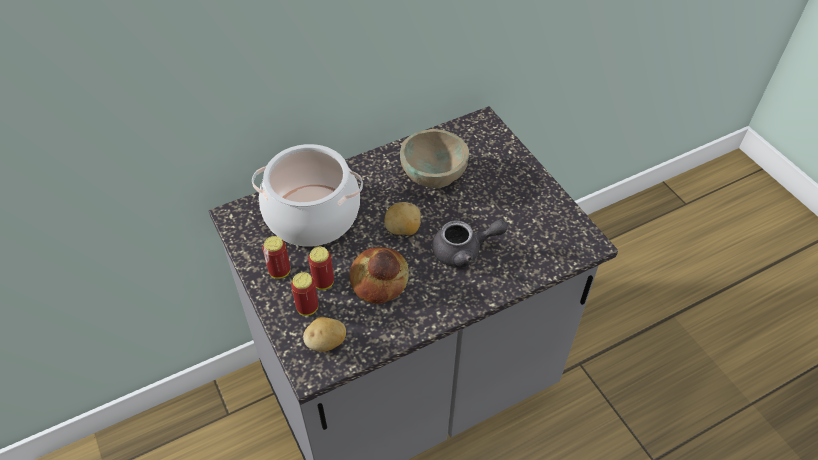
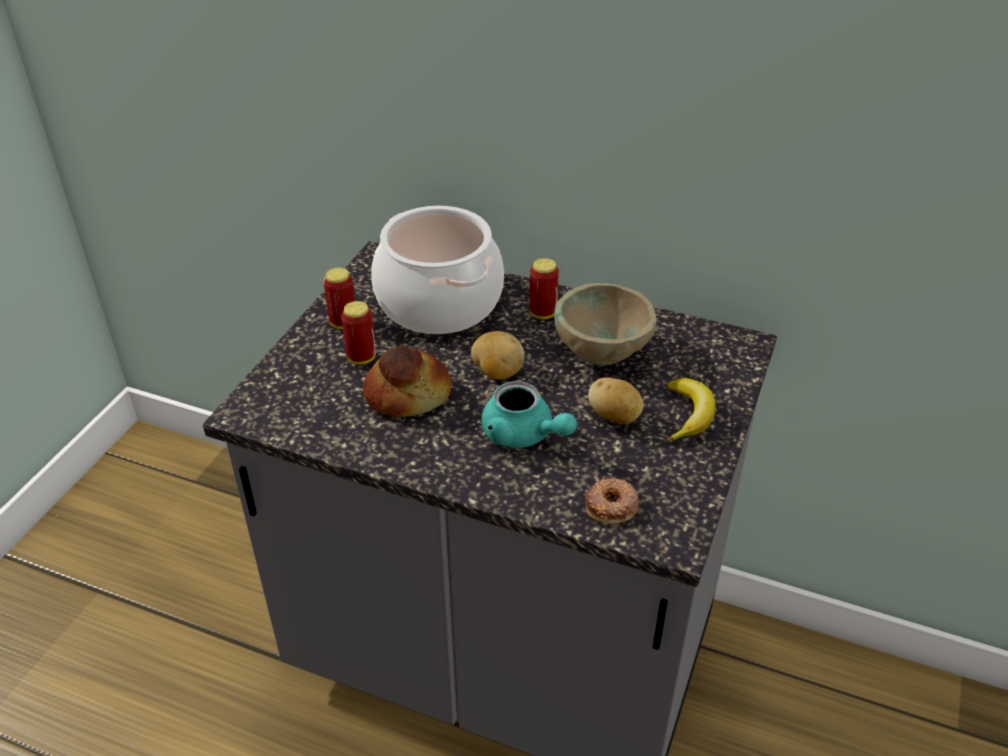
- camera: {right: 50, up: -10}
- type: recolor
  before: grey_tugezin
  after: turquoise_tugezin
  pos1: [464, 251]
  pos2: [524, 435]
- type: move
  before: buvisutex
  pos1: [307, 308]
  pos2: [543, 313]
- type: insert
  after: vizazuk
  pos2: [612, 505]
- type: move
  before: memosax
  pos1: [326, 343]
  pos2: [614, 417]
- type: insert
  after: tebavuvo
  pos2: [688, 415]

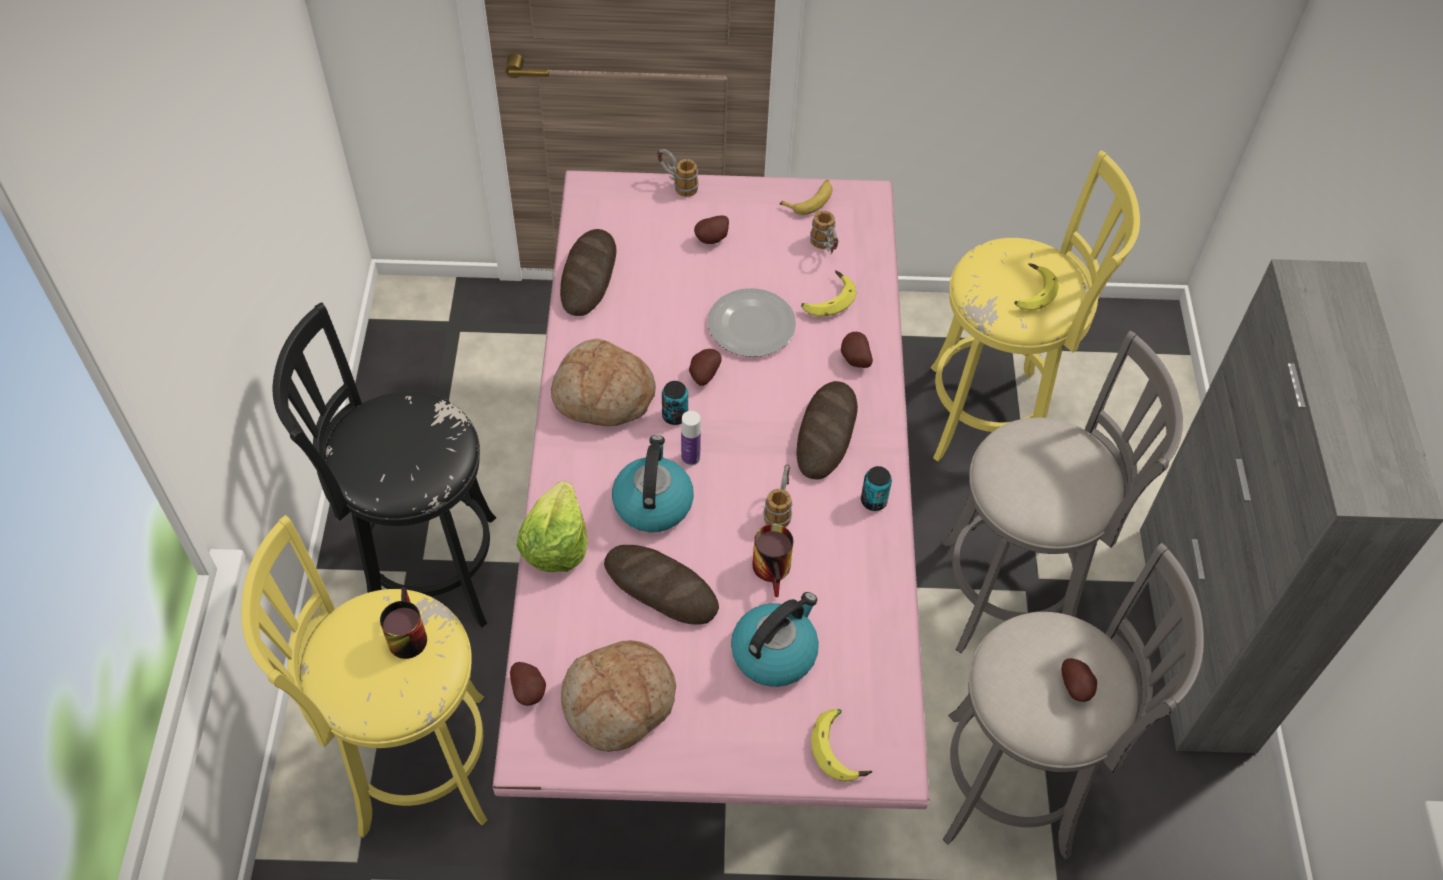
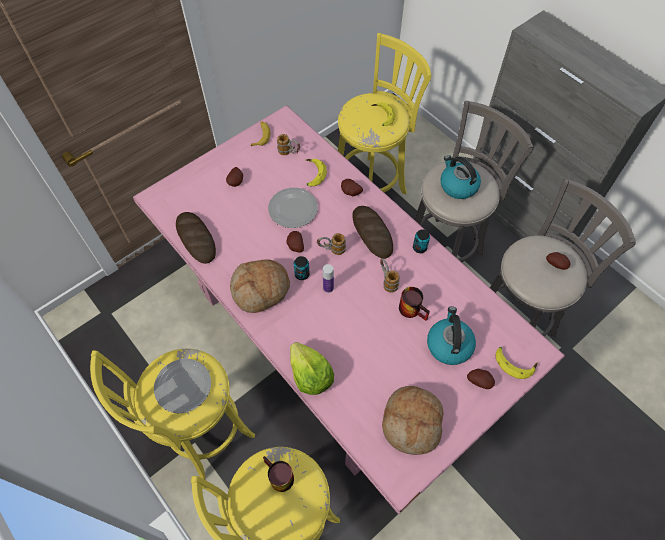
- camera: {right: -40, up: 5}
- type: recolor
  before: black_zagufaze
  after: yellow_zagufaze
  pos1: [424, 569]
  pos2: [202, 434]
- type: insert
  after: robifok
  pos2: [183, 385]
- type: move
  before: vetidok
  pos1: [677, 184]
  pos2: [331, 250]
- type: move
  before: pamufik
  pos1: [652, 502]
  pos2: [457, 186]
- type: move
  before: memosax
  pos1: [530, 690]
  pos2: [479, 381]
- type: delete
  before: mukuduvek
  pos1: [660, 588]

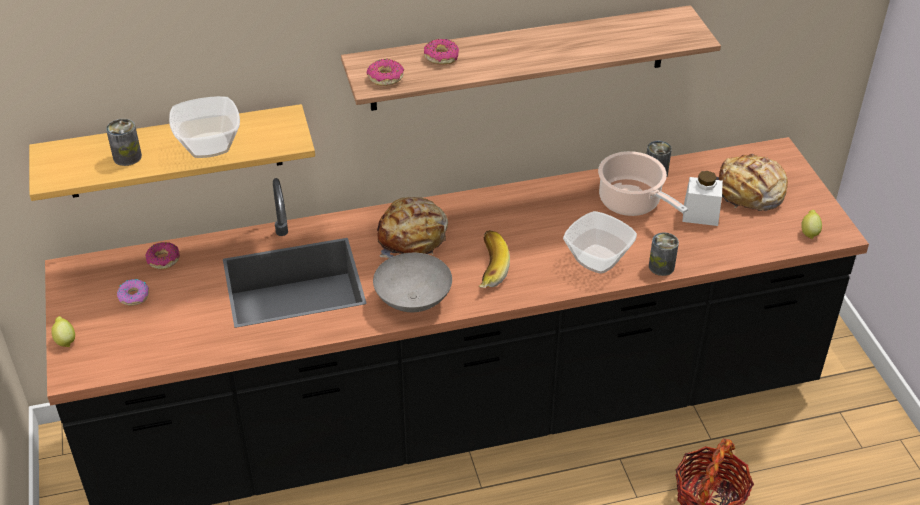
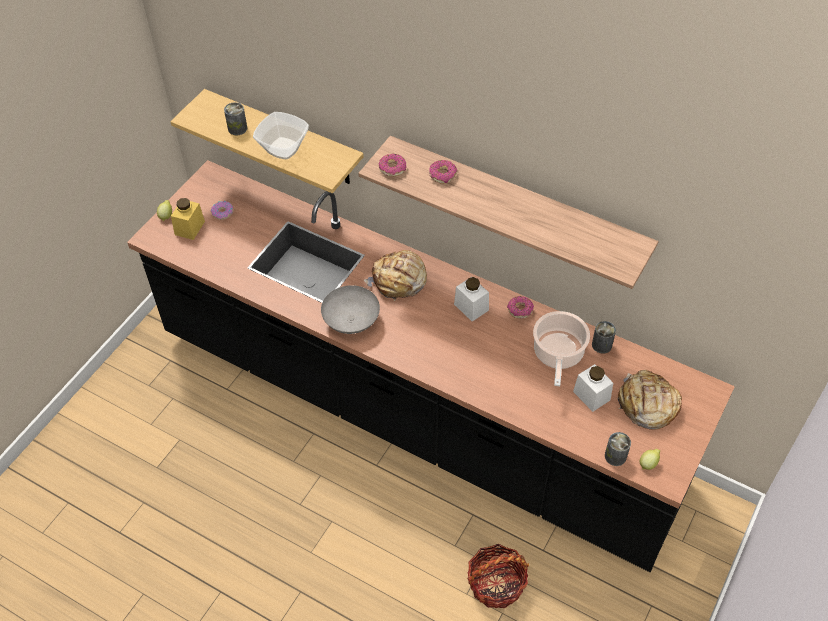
- camera: {right: 45, up: 10}
- type: insert
  after: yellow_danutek
  pos2: [189, 228]
- type: insert
  after: white_danutek
  pos2: [471, 307]
- type: move
  before: vizazuk
  pos1: [163, 260]
  pos2: [520, 310]
- type: move
  before: buvisutex
  pos1: [661, 266]
  pos2: [615, 456]
- type: delete
  before: tebavuvo
  pos1: [486, 268]
- type: delete
  before: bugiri
  pos1: [596, 259]

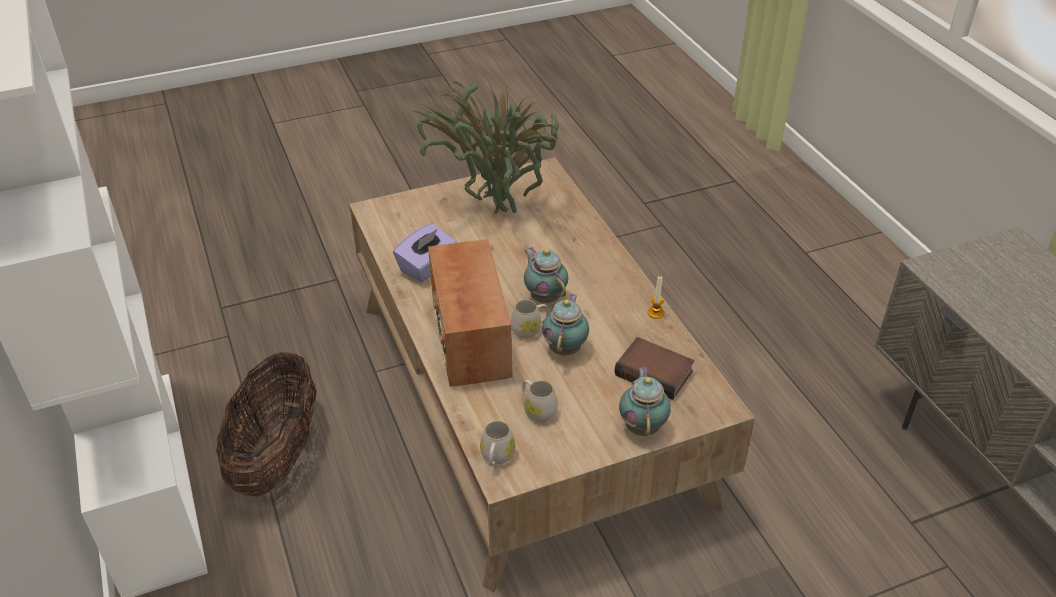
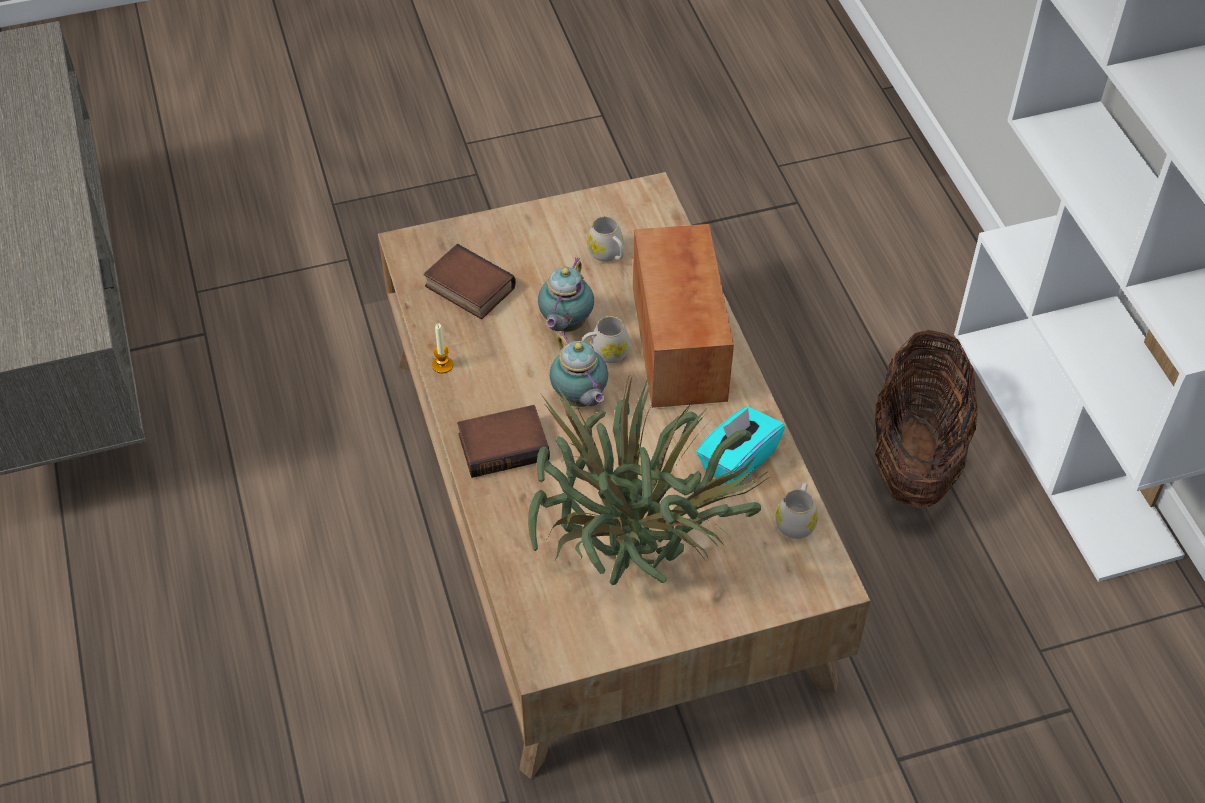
- camera: {right: -175, up: 10}
- type: insert
  after: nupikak
  pos2: [504, 445]
- type: recolor
  before: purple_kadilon
  after: turquoise_kadilon
  pos1: [427, 266]
  pos2: [737, 460]
- type: move
  before: white_vetidok
  pos1: [496, 457]
  pos2: [796, 521]
- type: delete
  before: tugezin
  pos1: [642, 426]

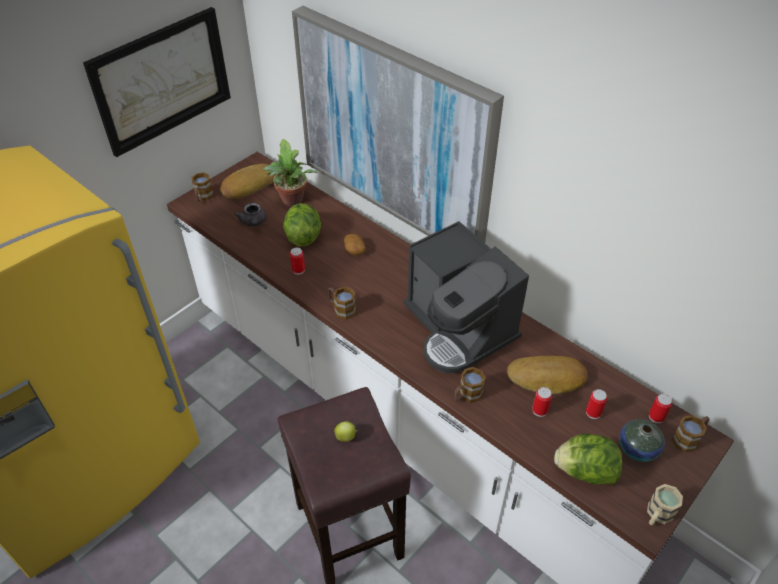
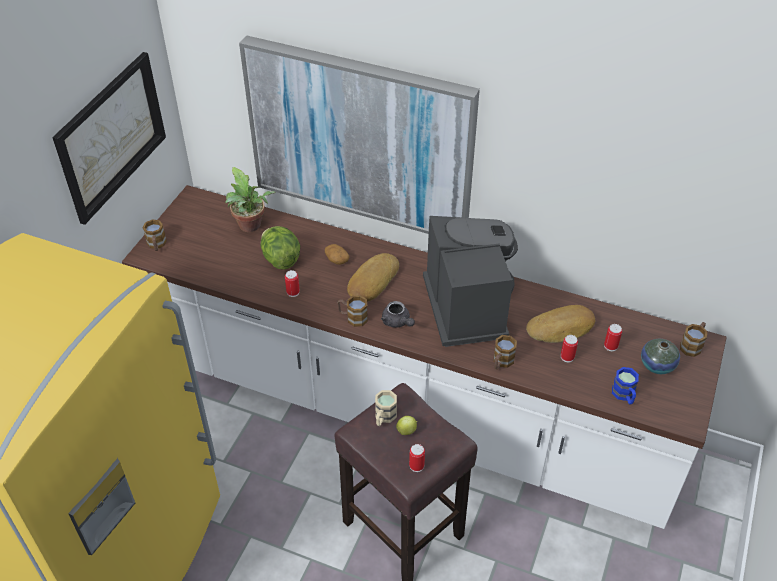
- camera: {right: -20, up: 0}
- type: move
  before: mukuduvek
  pos1: [249, 185]
  pos2: [372, 281]
- type: move
  before: beige_vetidok
  pos1: [657, 515]
  pos2: [384, 417]
- type: move
  before: grey_tugezin
  pos1: [254, 222]
  pos2: [397, 322]
- type: move
  before: buvisutex
  pos1: [656, 417]
  pos2: [416, 466]
- type: rotate
  before: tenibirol
  pos1: [459, 329]
  pos2: [467, 306]
  turn: -135
- type: replace
  before: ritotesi
  after: blue_vetidok
  pos1: [585, 471]
  pos2: [624, 395]

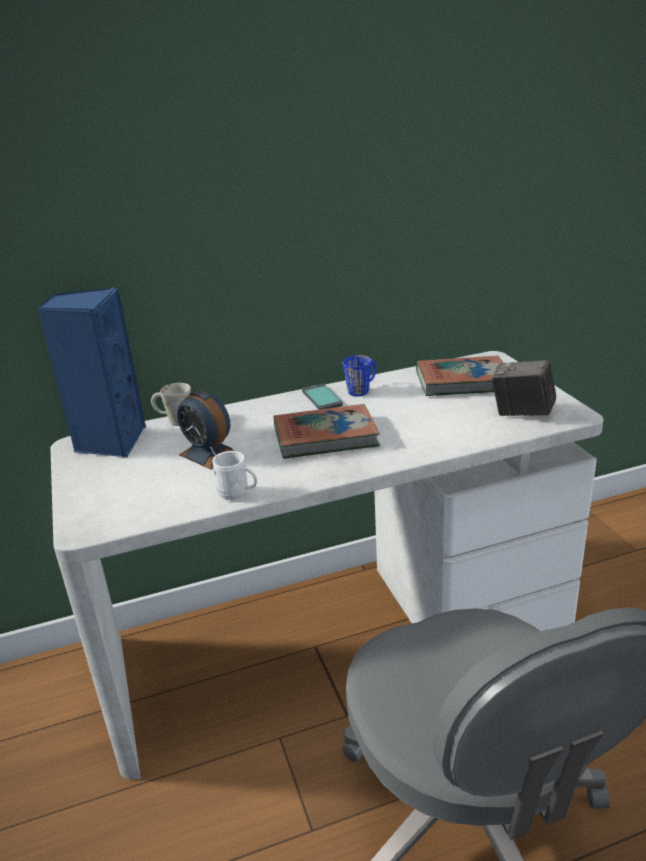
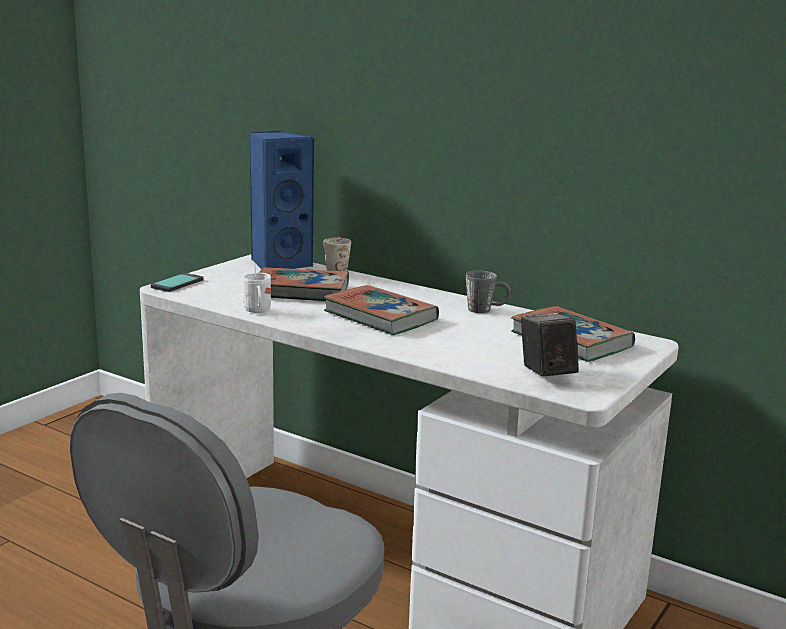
- camera: {right: 50, up: -10}
- type: move
  before: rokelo
  pos1: [321, 398]
  pos2: [177, 283]
- type: replace
  before: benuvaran
  after: nupikak
  pos1: [209, 454]
  pos2: [301, 291]
- type: recolor
  before: blue_vetidok
  after: grey_vetidok
  pos1: [362, 389]
  pos2: [486, 310]

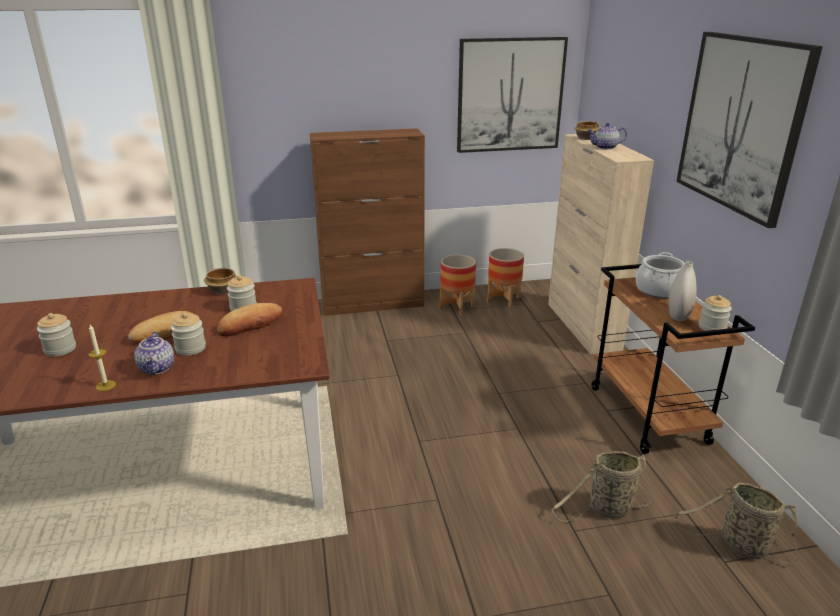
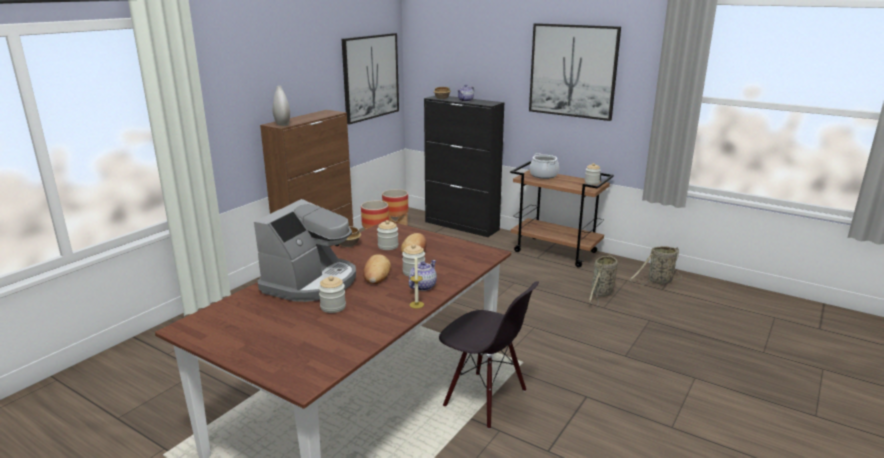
- camera: {right: -45, up: -5}
- type: insert
  after: tenibirol
  pos2: [311, 282]
- type: move
  before: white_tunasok
  pos1: [678, 315]
  pos2: [282, 124]
- type: rotate
  before: tugezin
  pos1: [158, 368]
  pos2: [422, 286]
  turn: -90
- type: recolor
  before: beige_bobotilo
  after: black_bobotilo
  pos1: [583, 326]
  pos2: [462, 226]
- type: insert
  after: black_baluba
  pos2: [484, 399]

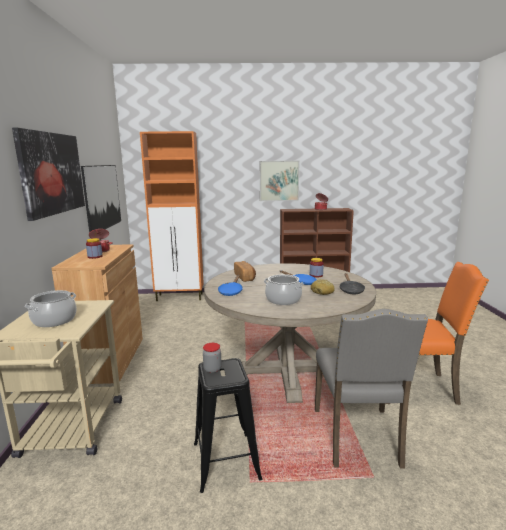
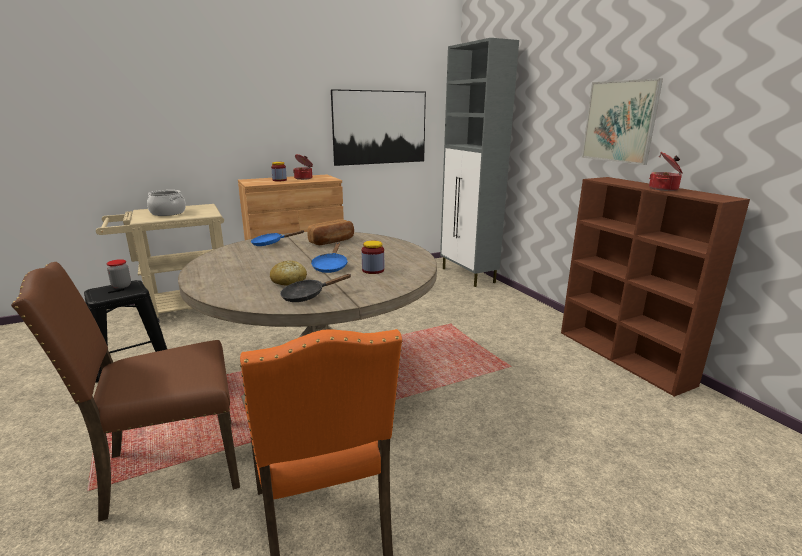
- camera: {right: 65, up: 5}
- type: recolor
  before: grey_baluba
  after: brown_baluba
  pos1: [358, 437]
  pos2: [169, 468]
- type: recolor
  before: orange_bobotilo
  after: grey_bobotilo
  pos1: [180, 297]
  pos2: [468, 275]
- type: delete
  before: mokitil
  pos1: [52, 173]
- type: delete
  before: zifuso
  pos1: [283, 300]

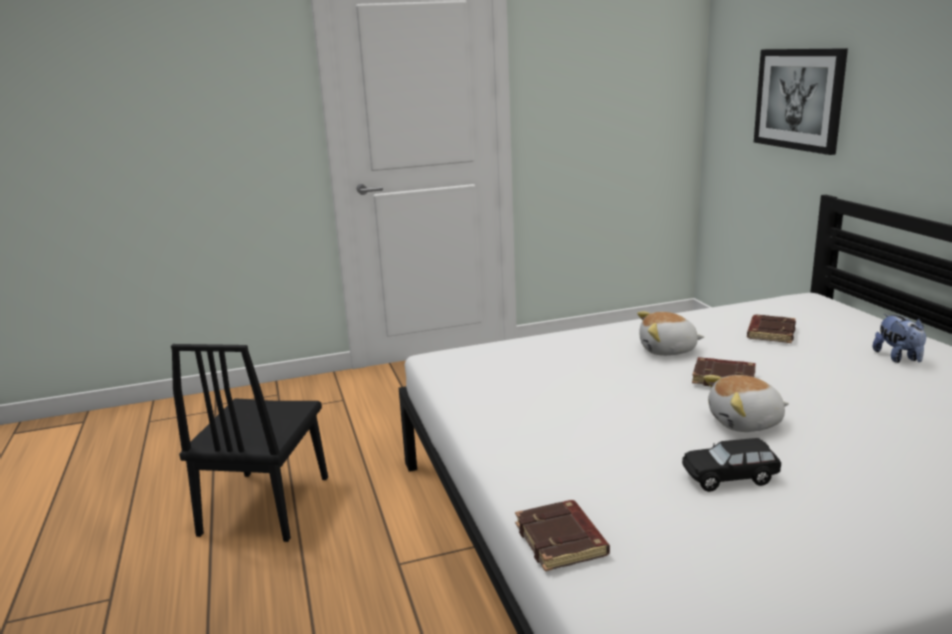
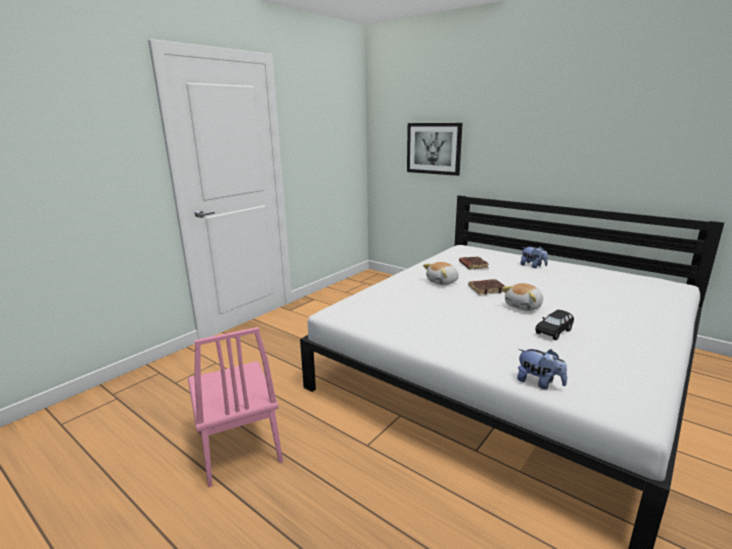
- camera: {right: -35, up: 0}
- type: recolor
  before: black_baluba
  after: pink_baluba
  pos1: [266, 505]
  pos2: [238, 446]
- type: replace
  before: brown_nupikak
  after: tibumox
  pos1: [562, 541]
  pos2: [539, 383]

